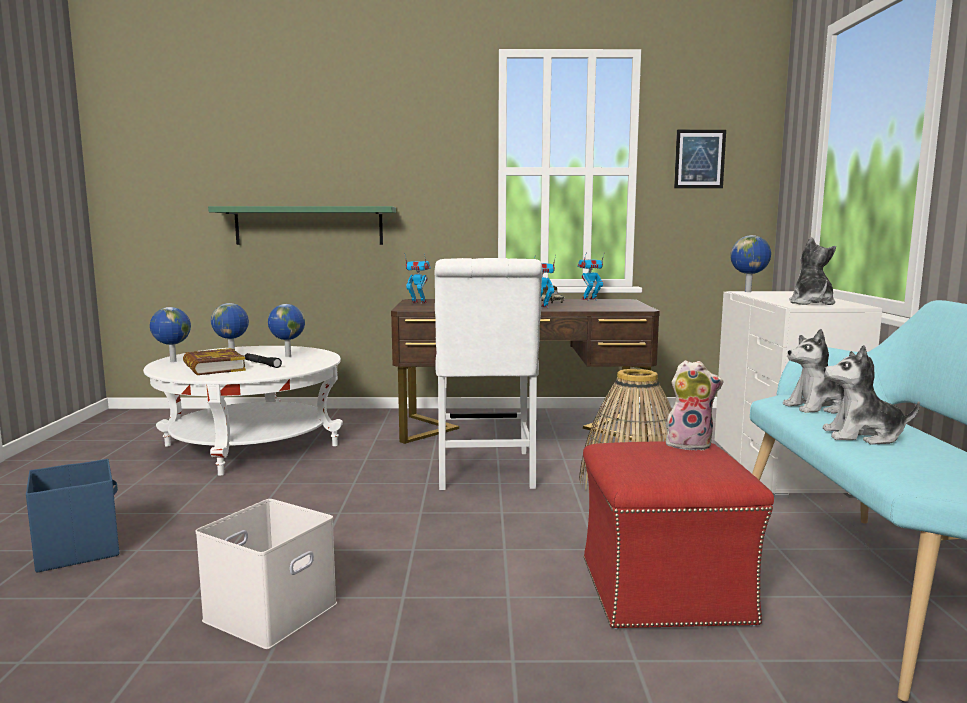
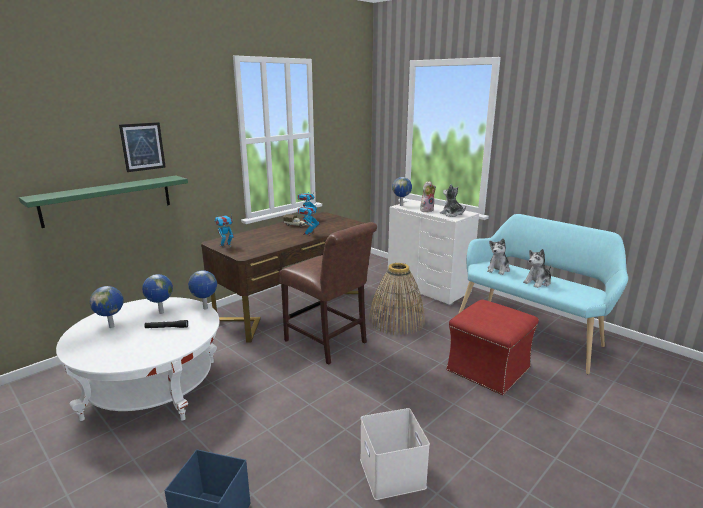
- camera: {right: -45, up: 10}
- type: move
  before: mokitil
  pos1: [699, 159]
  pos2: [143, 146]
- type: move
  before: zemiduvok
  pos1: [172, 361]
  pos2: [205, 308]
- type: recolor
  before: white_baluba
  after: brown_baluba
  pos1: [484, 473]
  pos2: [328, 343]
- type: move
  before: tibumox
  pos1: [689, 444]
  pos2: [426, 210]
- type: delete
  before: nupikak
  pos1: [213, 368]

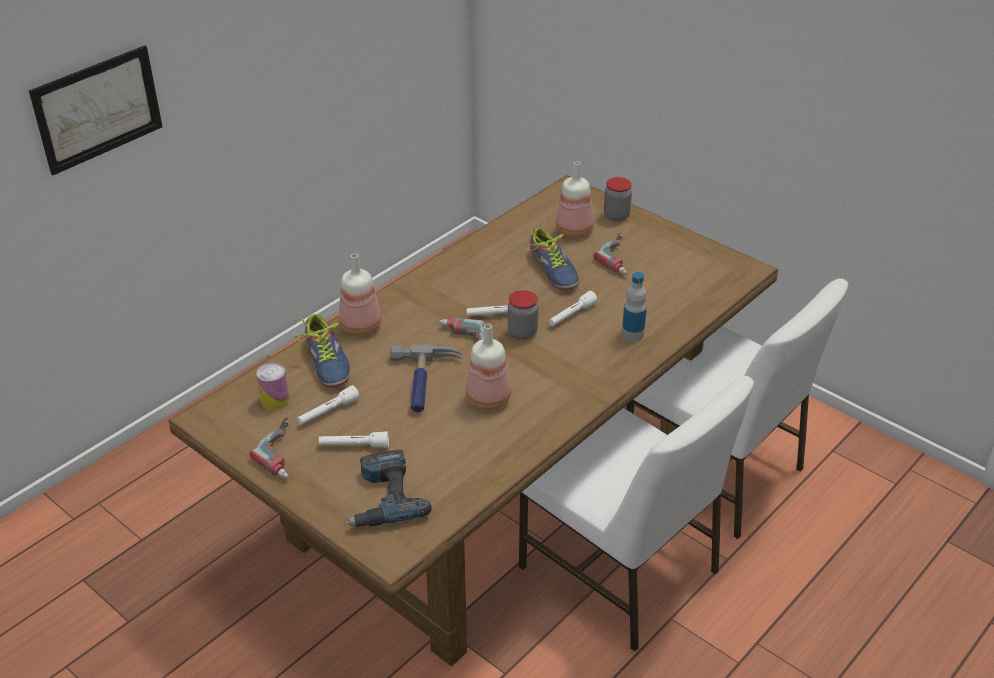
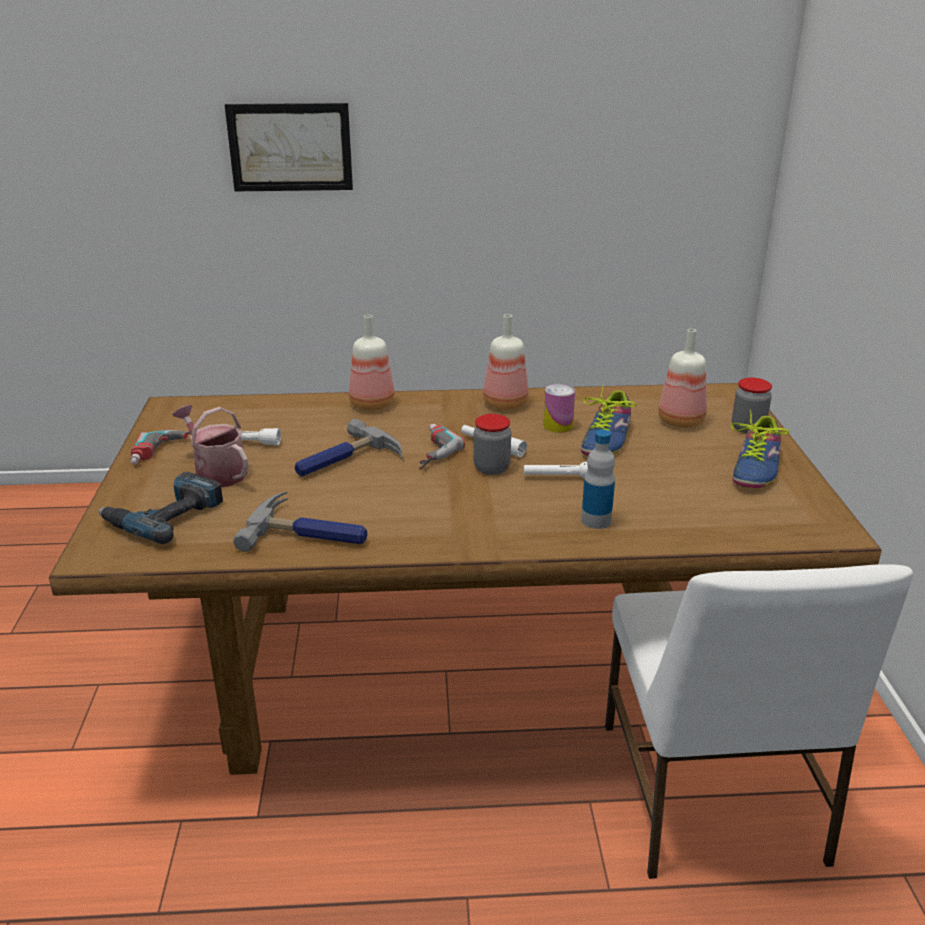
- camera: {right: 45, up: -10}
- type: replace
  before: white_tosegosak
  after: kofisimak
  pos1: [354, 446]
  pos2: [217, 472]
- type: insert
  after: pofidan
  pos2: [310, 533]
- type: move
  before: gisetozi
  pos1: [489, 400]
  pos2: [505, 404]
- type: move
  before: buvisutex
  pos1: [275, 400]
  pos2: [558, 426]
- type: move
  before: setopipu
  pos1: [327, 362]
  pos2: [756, 468]
- type: delete
  before: white_baluba
  pos1: [620, 572]
- type: delete
  before: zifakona
  pos1: [621, 257]

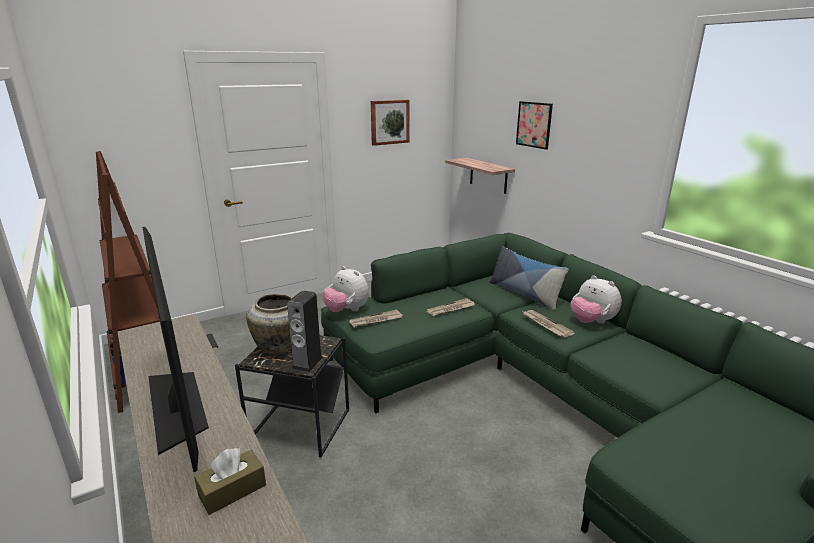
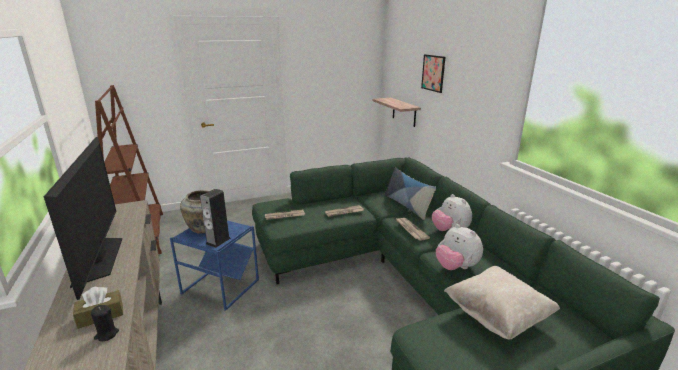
- camera: {right: 10, up: 0}
- type: insert
  after: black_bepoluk
  pos2: [106, 334]
- type: recolor
  before: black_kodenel
  after: blue_kodenel
  pos1: [299, 425]
  pos2: [220, 286]
- type: move
  before: tibumox
  pos1: [347, 310]
  pos2: [456, 267]
- type: insert
  after: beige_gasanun
  pos2: [497, 317]
- type: delete
  before: mokitil
  pos1: [389, 122]

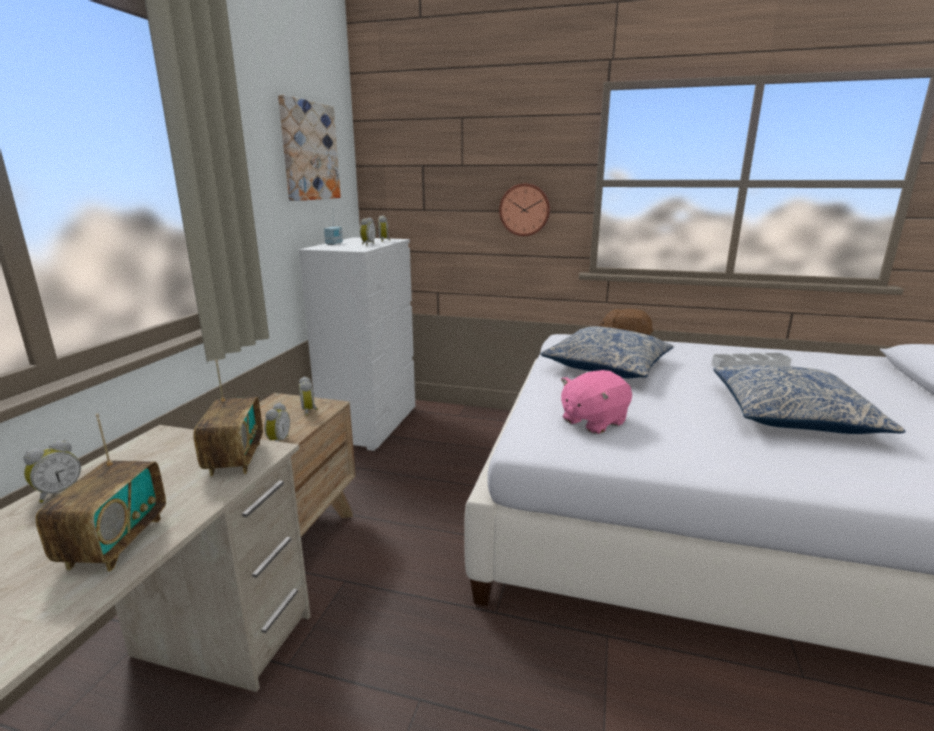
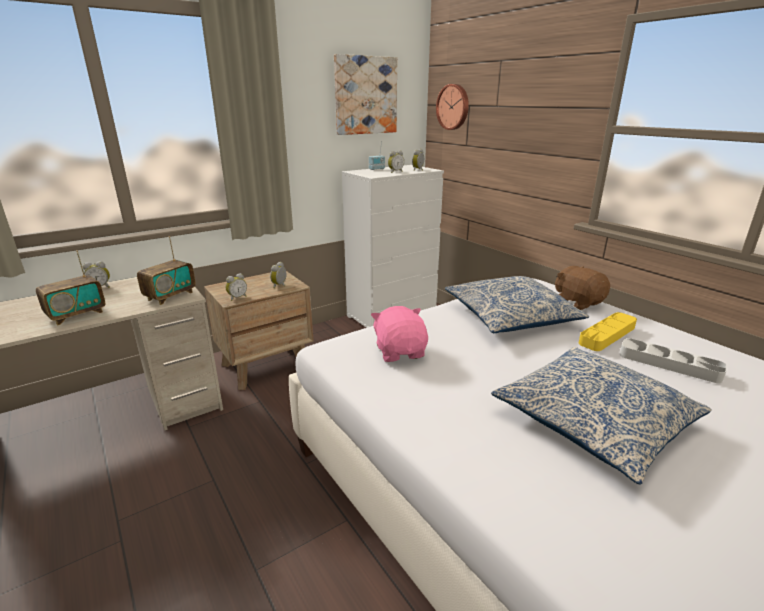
- camera: {right: 40, up: 5}
- type: rotate
  before: pink_tibumox
  pos1: [593, 421]
  pos2: [400, 352]
  turn: 75
- type: move
  before: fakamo
  pos1: [525, 209]
  pos2: [453, 107]
- type: insert
  after: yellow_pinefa
  pos2: [607, 335]

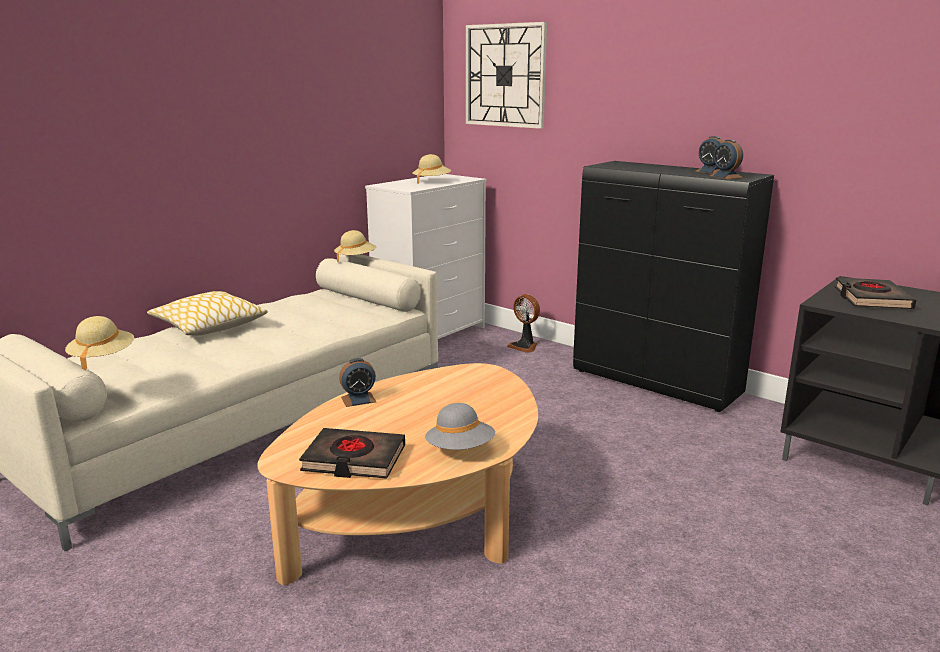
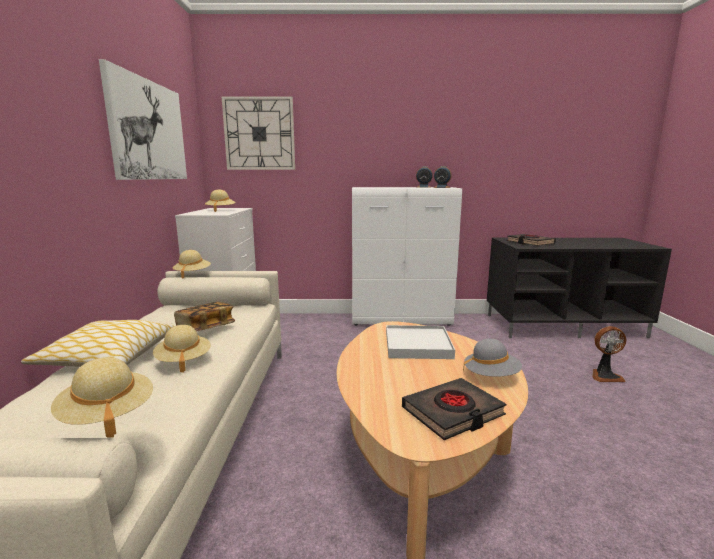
- camera: {right: -40, up: -5}
- type: insert
  after: mokitil
  pos2: [148, 130]
- type: insert
  after: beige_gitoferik
  pos2: [183, 360]
- type: insert
  after: nupikak
  pos2: [206, 328]
- type: recolor
  before: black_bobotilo
  after: white_bobotilo
  pos1: [657, 383]
  pos2: [402, 320]
- type: insert
  after: white_pinefa
  pos2: [418, 345]
- type: move
  before: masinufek
  pos1: [524, 346]
  pos2: [605, 376]
- type: delete
  before: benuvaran
  pos1: [358, 399]

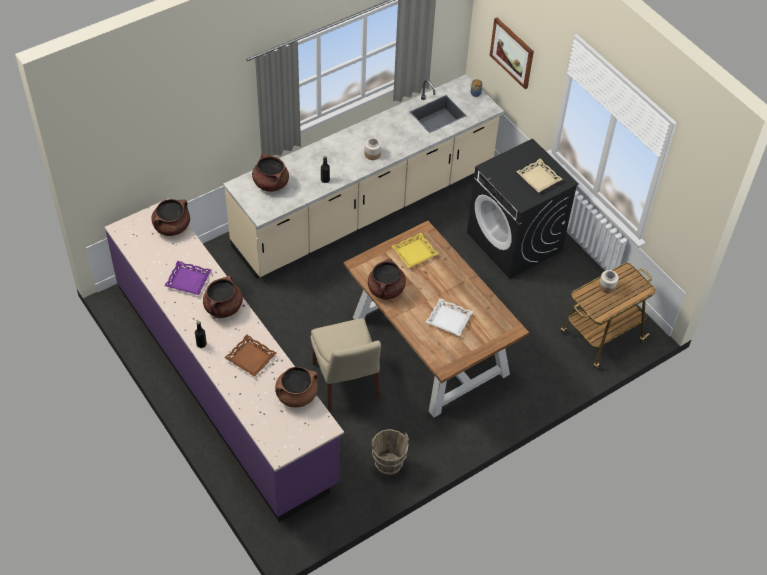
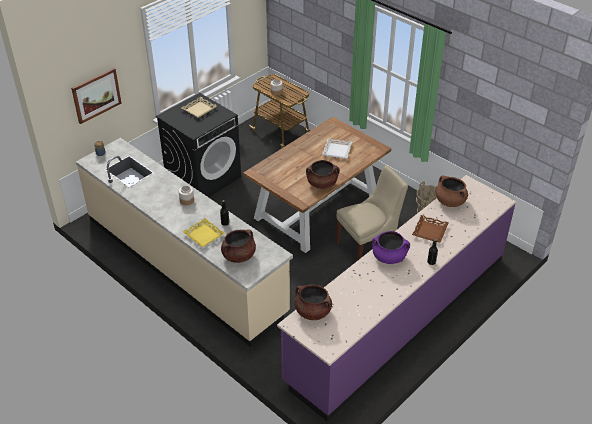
- camera: {right: -100, up: -10}
- type: move
  before: yellow_pinefa
  pos1: [414, 253]
  pos2: [204, 235]
- type: recolor
  before: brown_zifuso
  after: purple_zifuso
  pos1: [223, 308]
  pos2: [389, 257]
- type: delete
  before: purple_pinefa
  pos1: [188, 280]

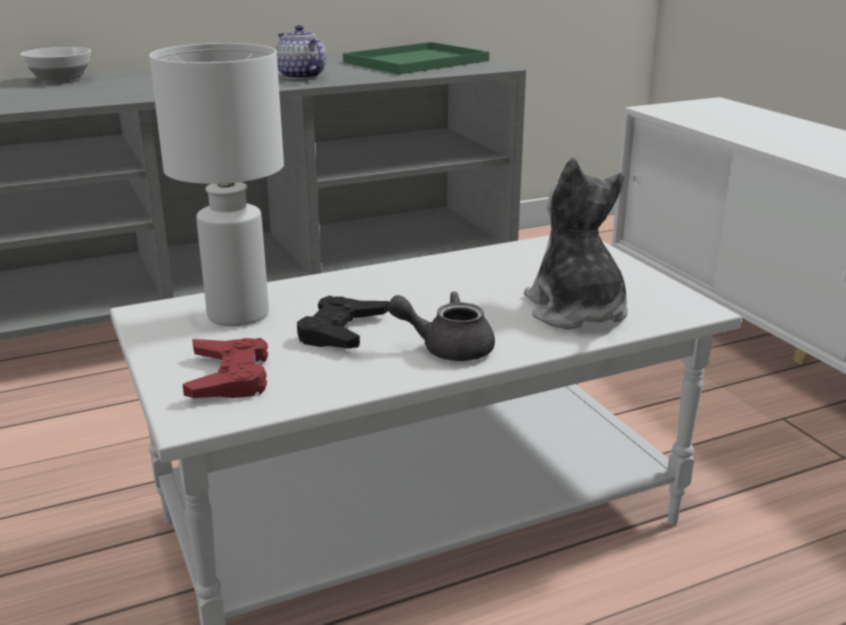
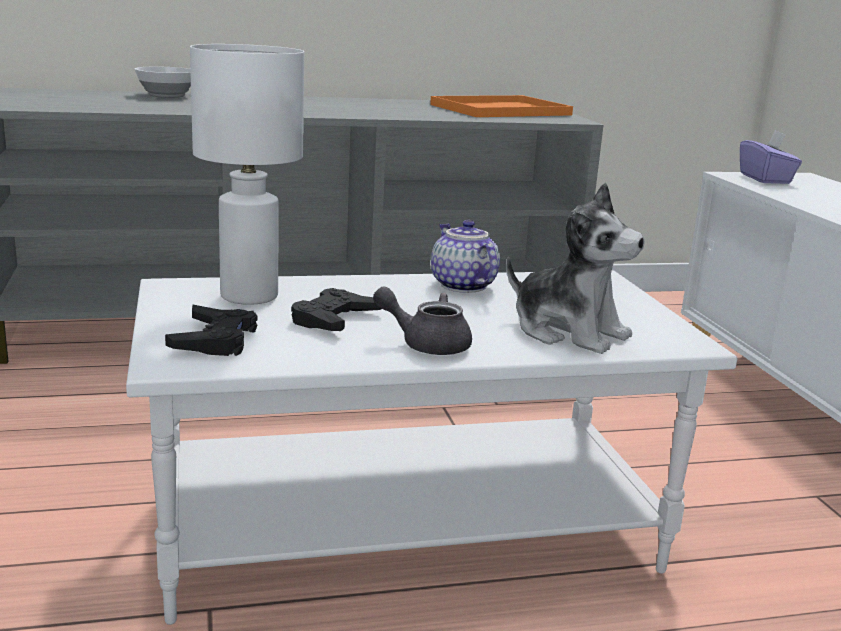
- camera: {right: 10, up: -5}
- type: recolor
  before: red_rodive
  after: black_rodive
  pos1: [229, 377]
  pos2: [215, 340]
- type: recolor
  before: green_pinefa
  after: orange_pinefa
  pos1: [417, 61]
  pos2: [502, 109]
- type: move
  before: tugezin
  pos1: [300, 77]
  pos2: [461, 286]
- type: rotate
  before: tibumox
  pos1: [576, 311]
  pos2: [568, 332]
  turn: 135
- type: insert
  after: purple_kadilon
  pos2: [765, 179]

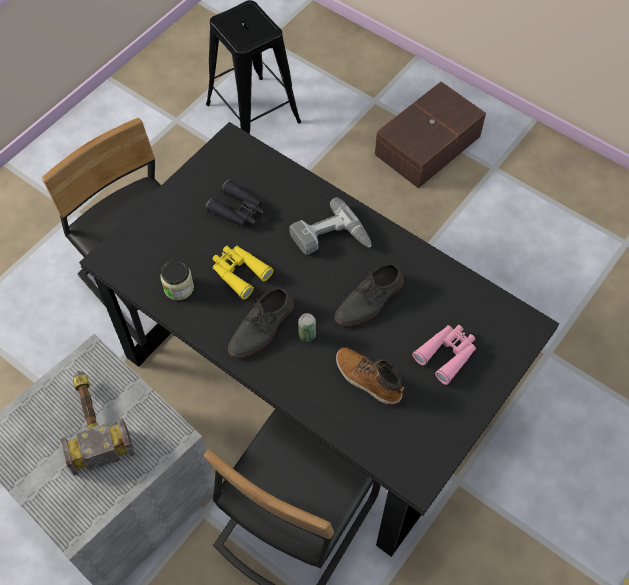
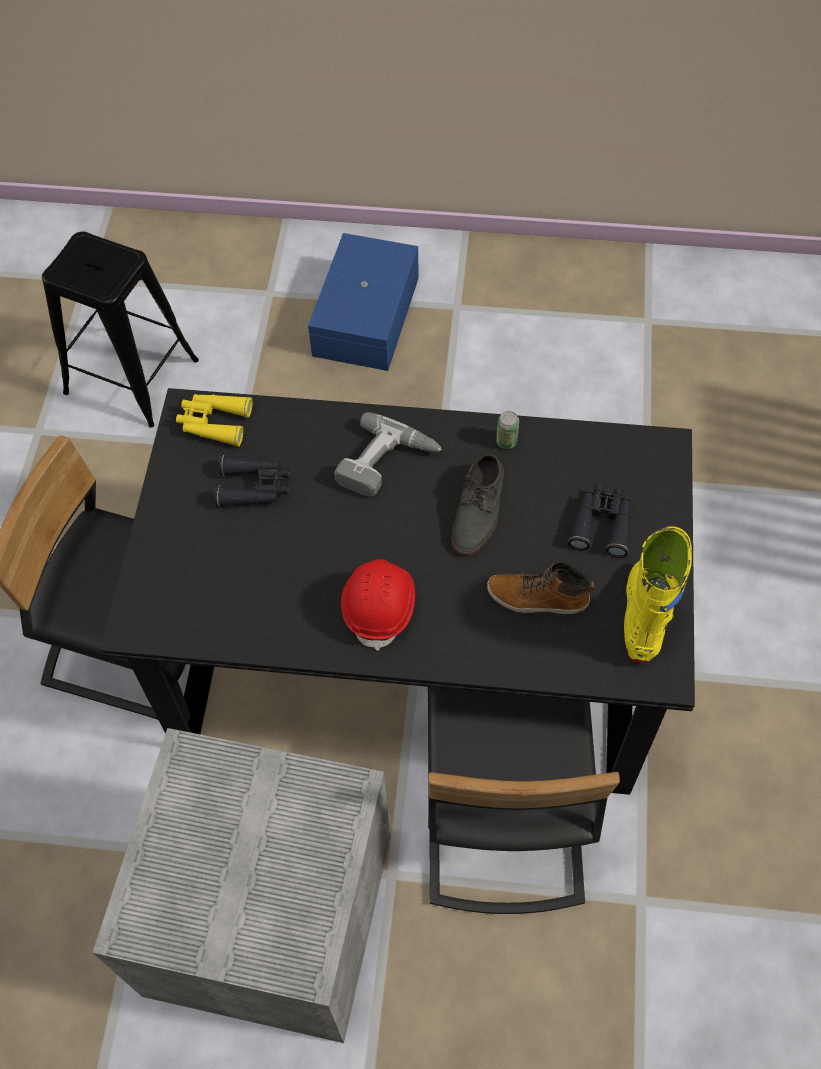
- camera: {right: -30, up: 0}
- type: move
  before: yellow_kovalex
  pos1: [239, 272]
  pos2: [214, 422]
- type: recolor
  before: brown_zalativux
  after: blue_zalativux
  pos1: [425, 145]
  pos2: [363, 317]
- type: replace
  before: grey_setopipu
  after: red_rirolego
  pos1: [262, 328]
  pos2: [380, 606]
- type: move
  before: buvisutex
  pos1: [307, 334]
  pos2: [506, 441]
- type: recolor
  before: pink_kovalex
  after: black_kovalex
  pos1: [447, 354]
  pos2: [601, 524]
- type: insert
  after: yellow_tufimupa
  pos2: [643, 616]
- type: delete
  before: pofidan
  pos1: [92, 420]
- type: delete
  before: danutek
  pos1: [179, 288]

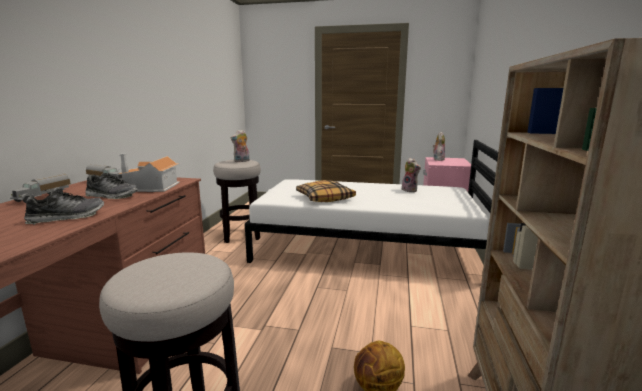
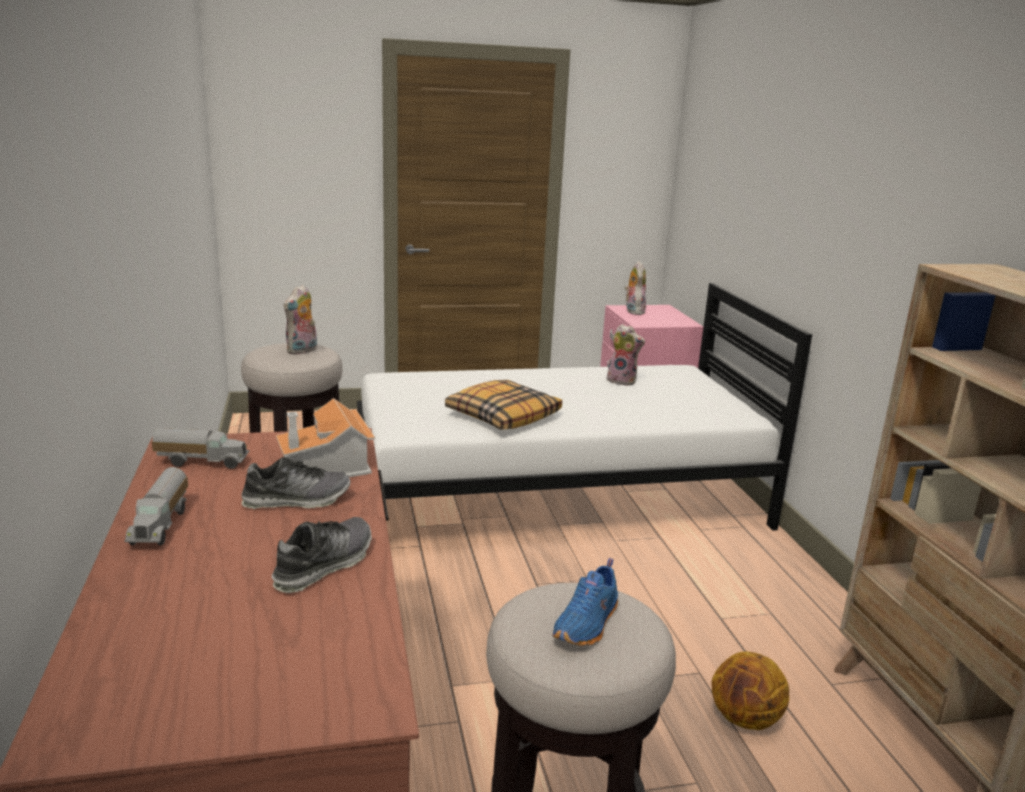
- camera: {right: -25, up: 5}
- type: insert
  after: blue_setopipu
  pos2: [588, 624]

